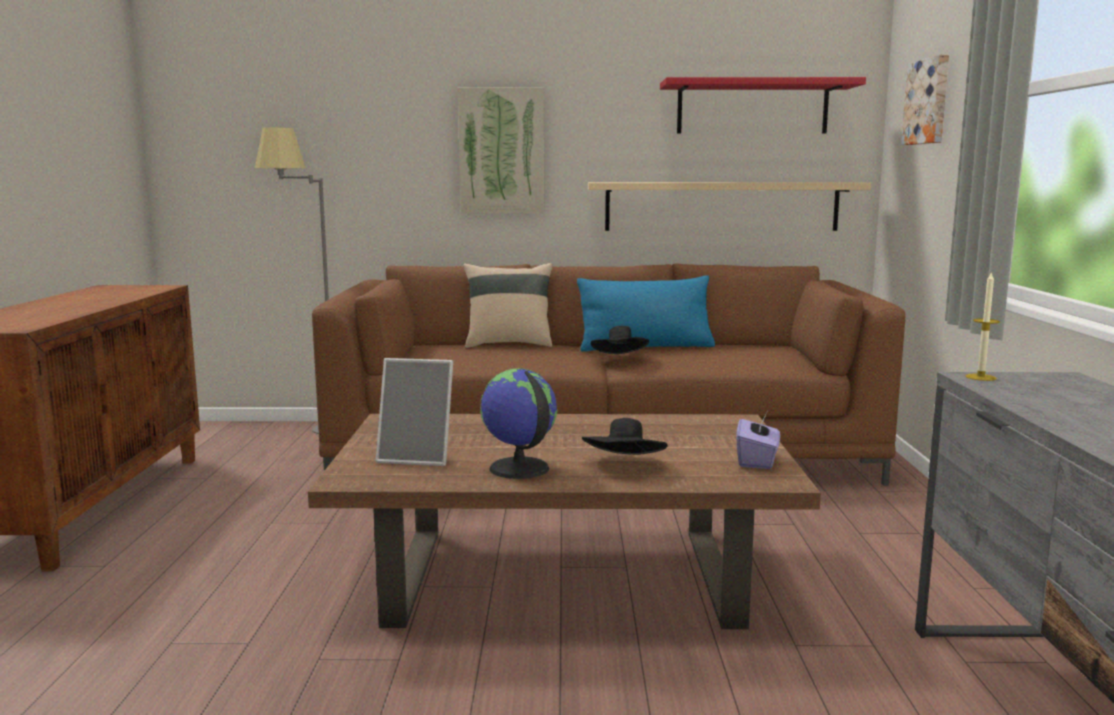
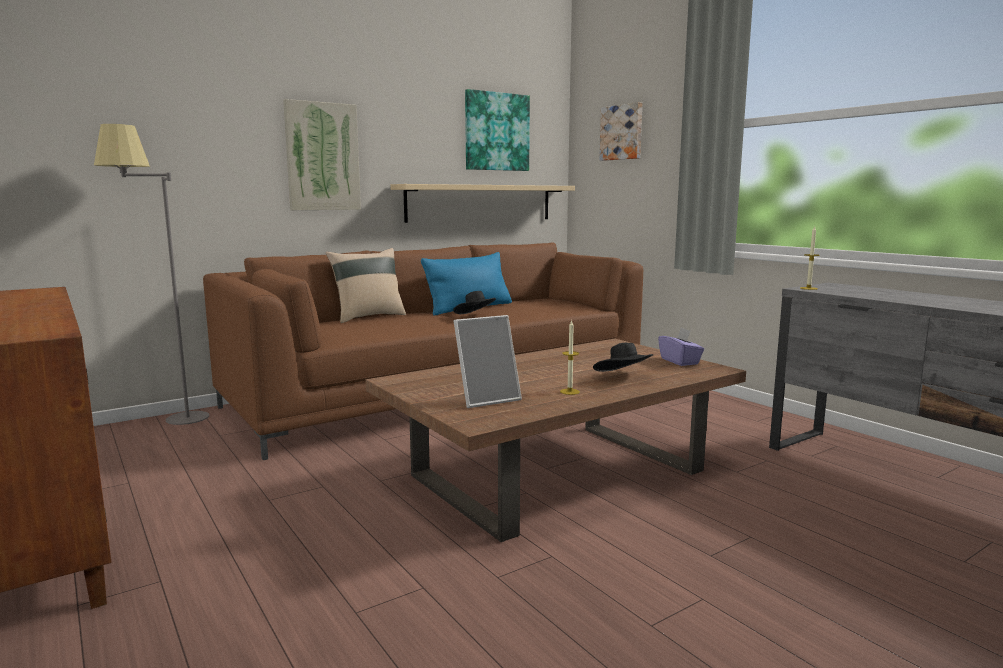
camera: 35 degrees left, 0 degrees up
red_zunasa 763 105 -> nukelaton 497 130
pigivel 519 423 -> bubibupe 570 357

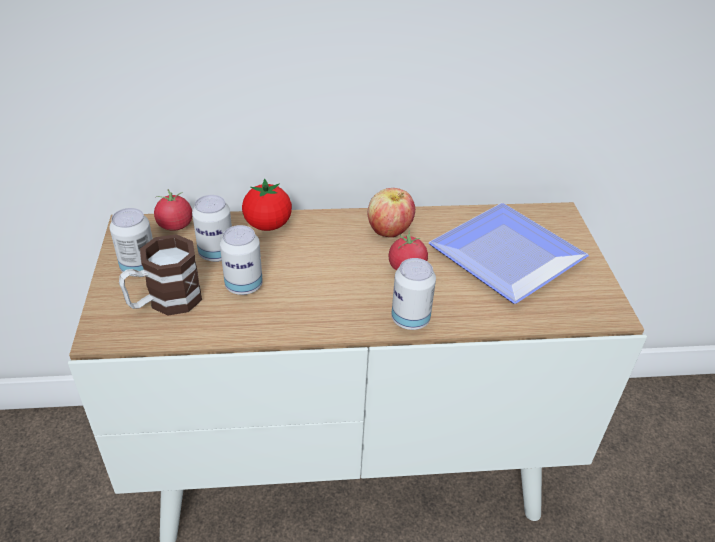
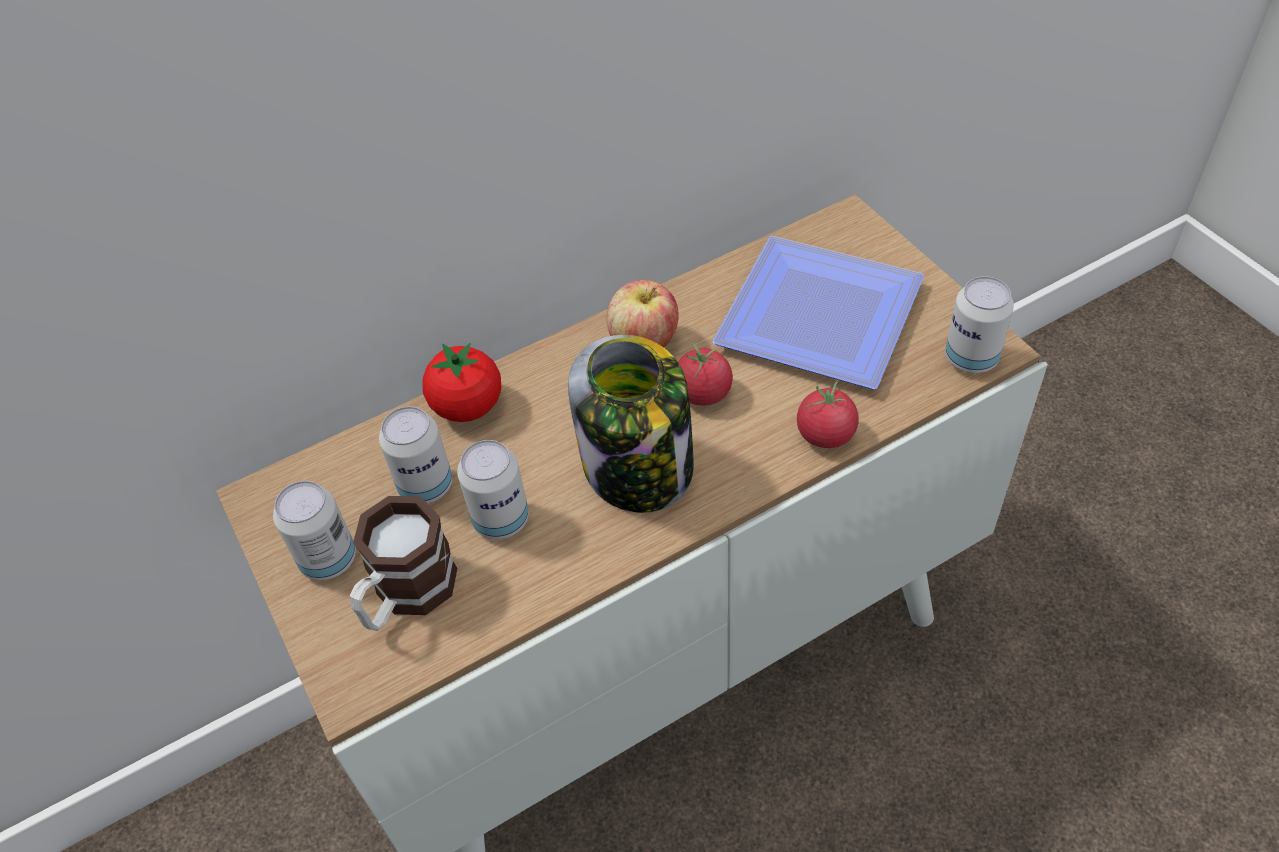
camera: 20 degrees left, 10 degrees up
none -> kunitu 631 424
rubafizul 173 210 -> rubafizul 827 415, shifted
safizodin 413 294 -> safizodin 979 324, shifted

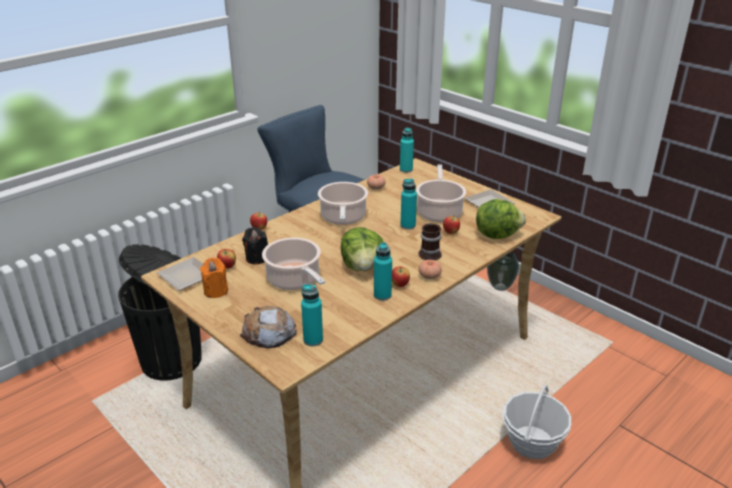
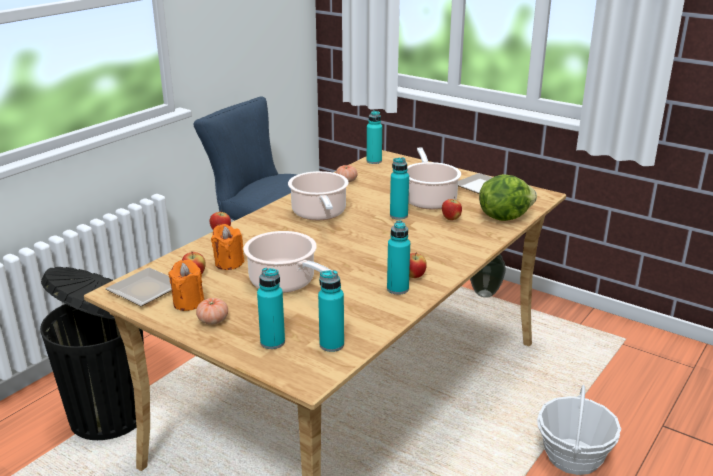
camera: 10 degrees left, 5 degrees down
rubafizul 430 269 -> rubafizul 212 311, shifted
black_bubibupe 255 245 -> orange_bubibupe 227 247
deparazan 268 327 -> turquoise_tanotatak 271 308
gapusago 362 249 -> none
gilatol 430 241 -> none

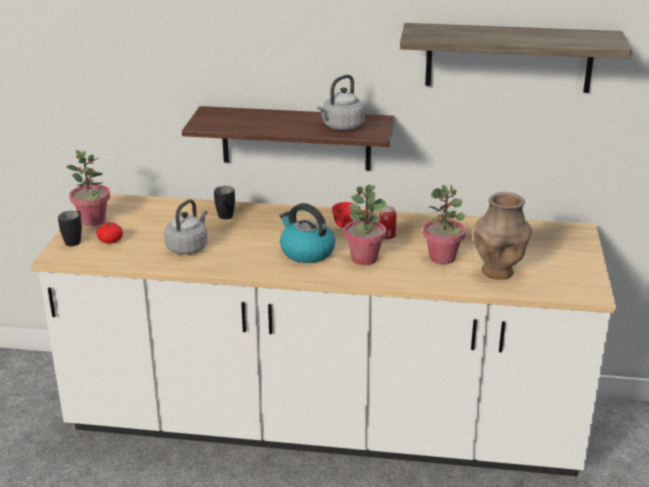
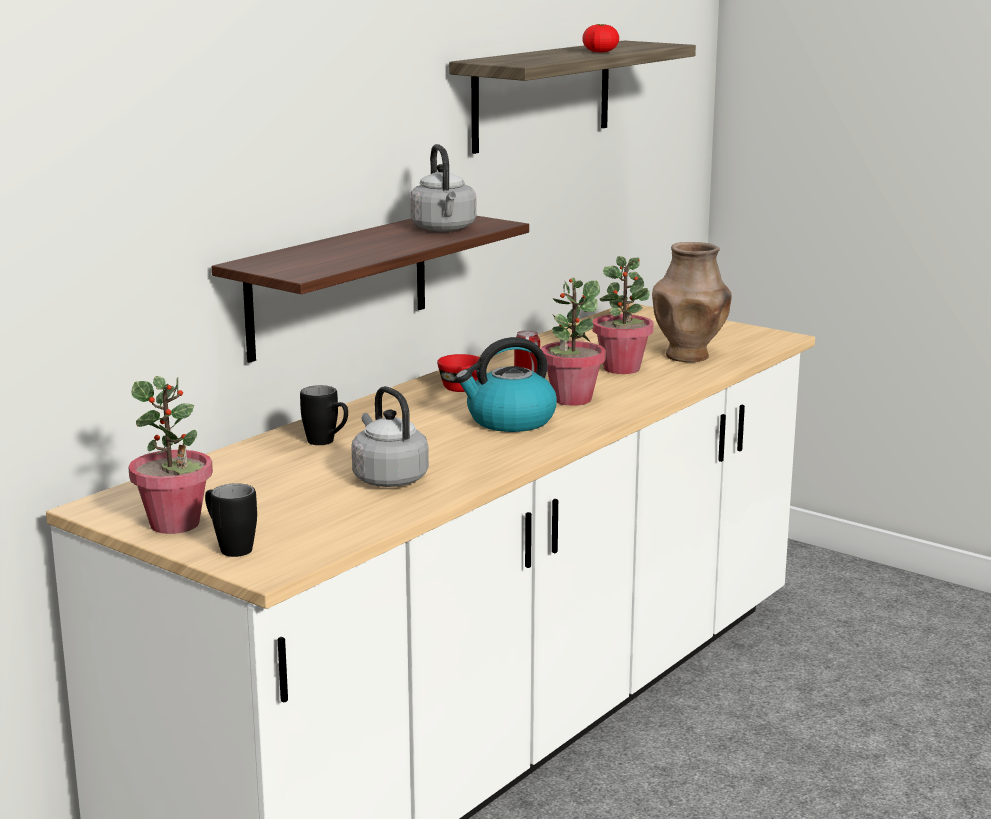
camera: 60 degrees left, 10 degrees down
rubafizul 110 233 -> rubafizul 600 38, shifted

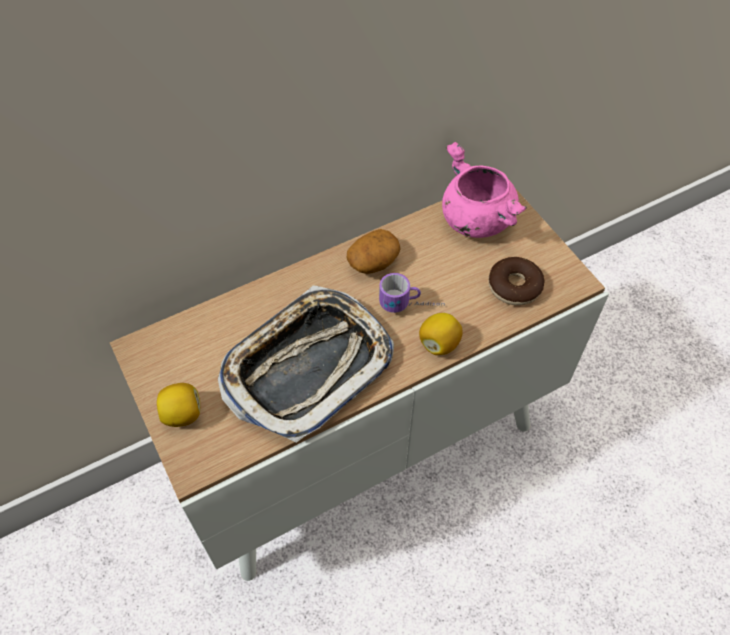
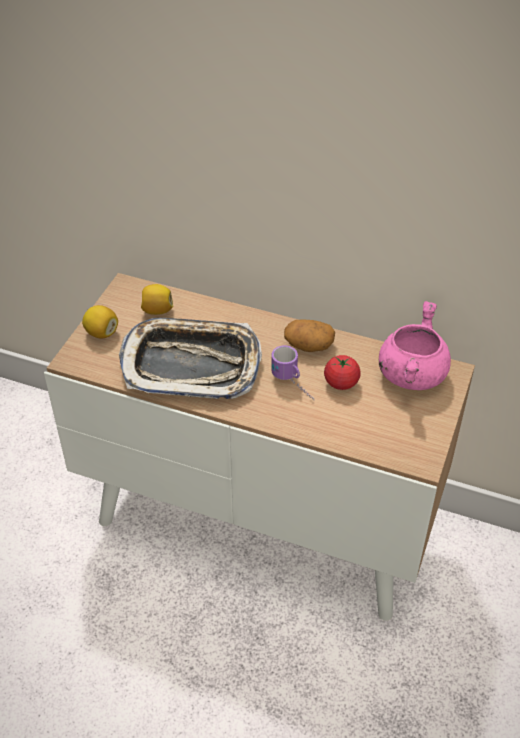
camera: 50 degrees right, 10 degrees down
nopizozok 441 334 -> nopizozok 157 299, shifted
none -> rubafizul 342 372
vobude 516 281 -> none

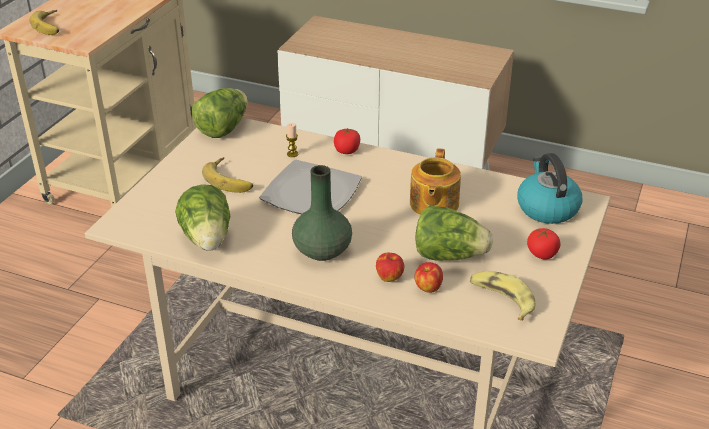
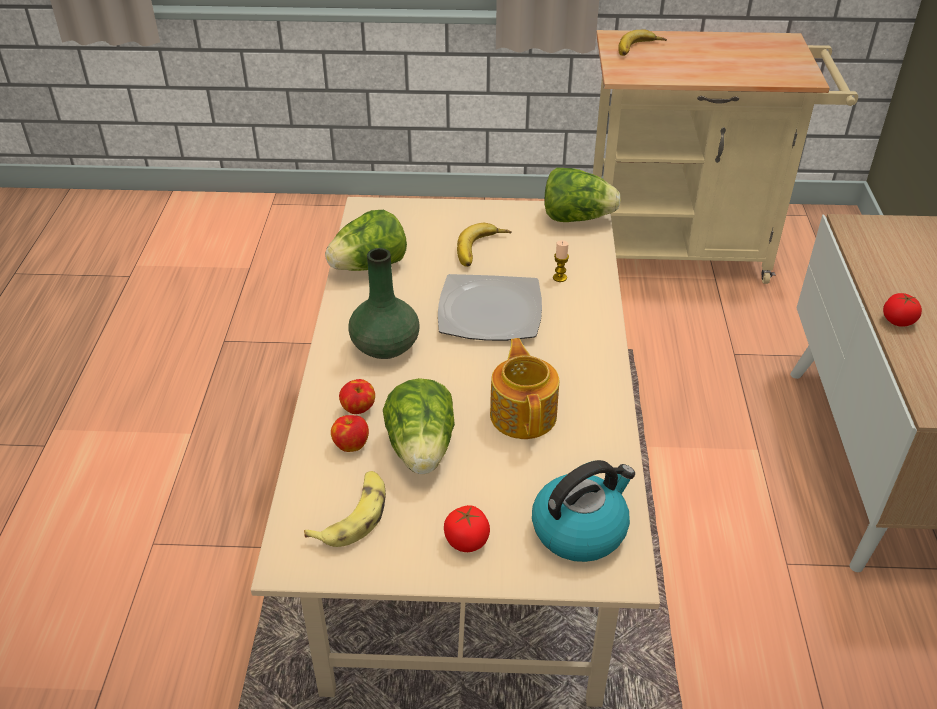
camera: 70 degrees right, 5 degrees up
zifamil 435 181 -> zifamil 524 388, 90 degrees clockwise
rubafizul 347 141 -> rubafizul 902 310, shifted

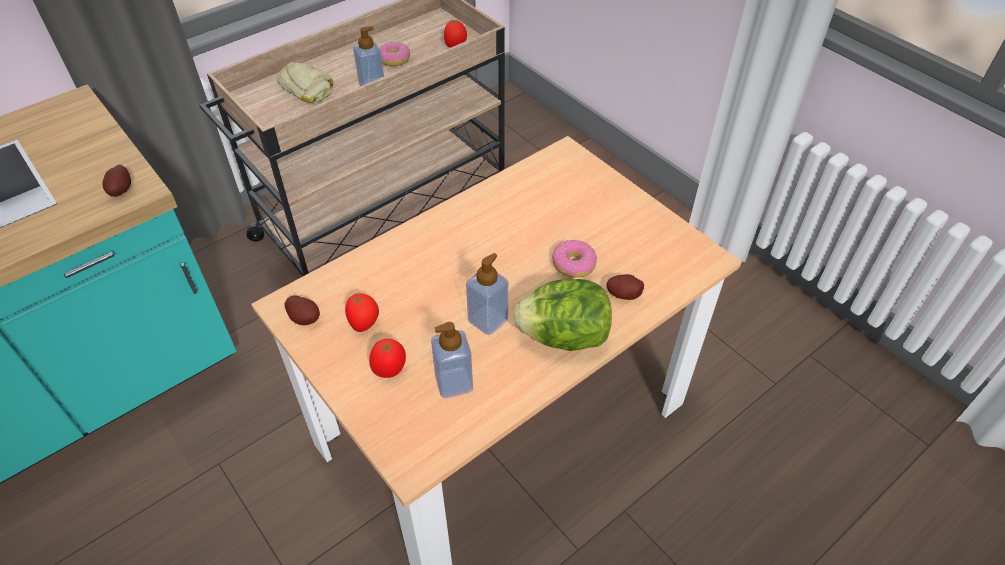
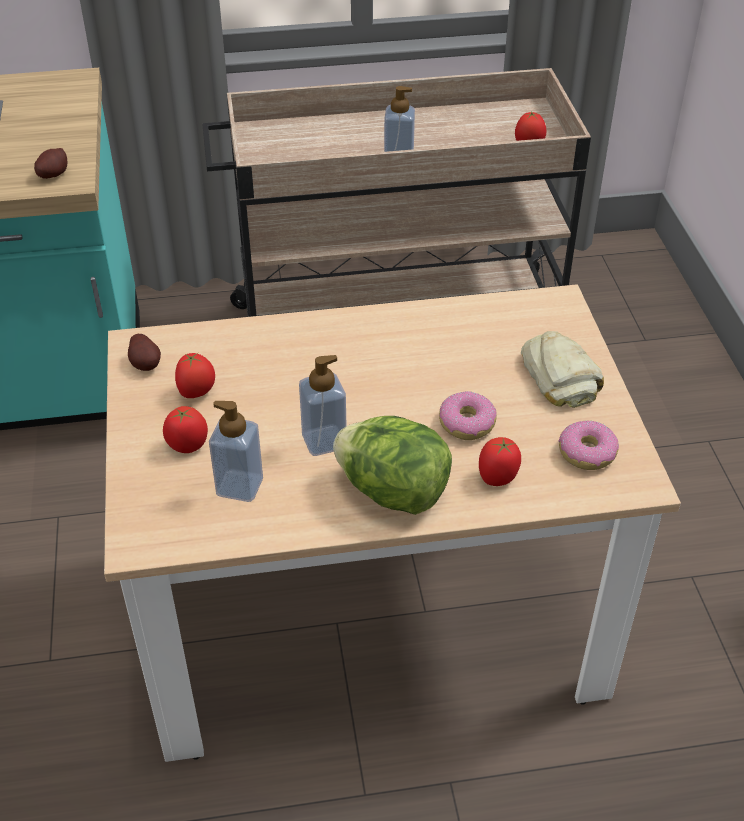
camera: 30 degrees right, 5 degrees down
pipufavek 625 287 -> rubafizul 500 461
deparazan 305 82 -> deparazan 562 369, shifted
vobude 394 54 -> vobude 588 445, shifted

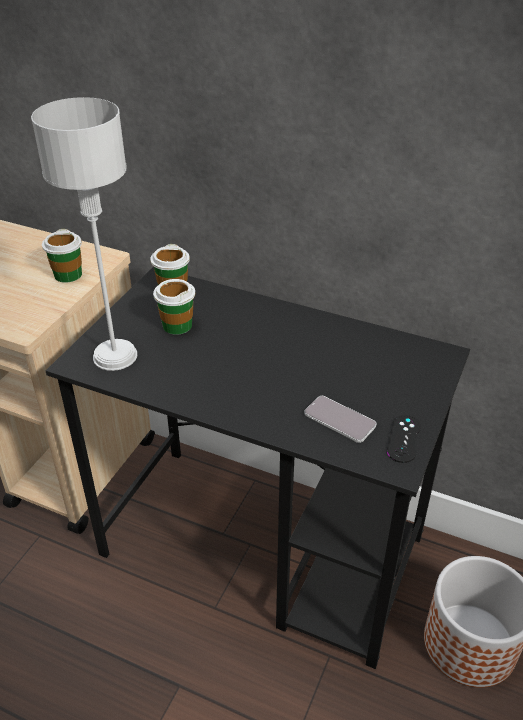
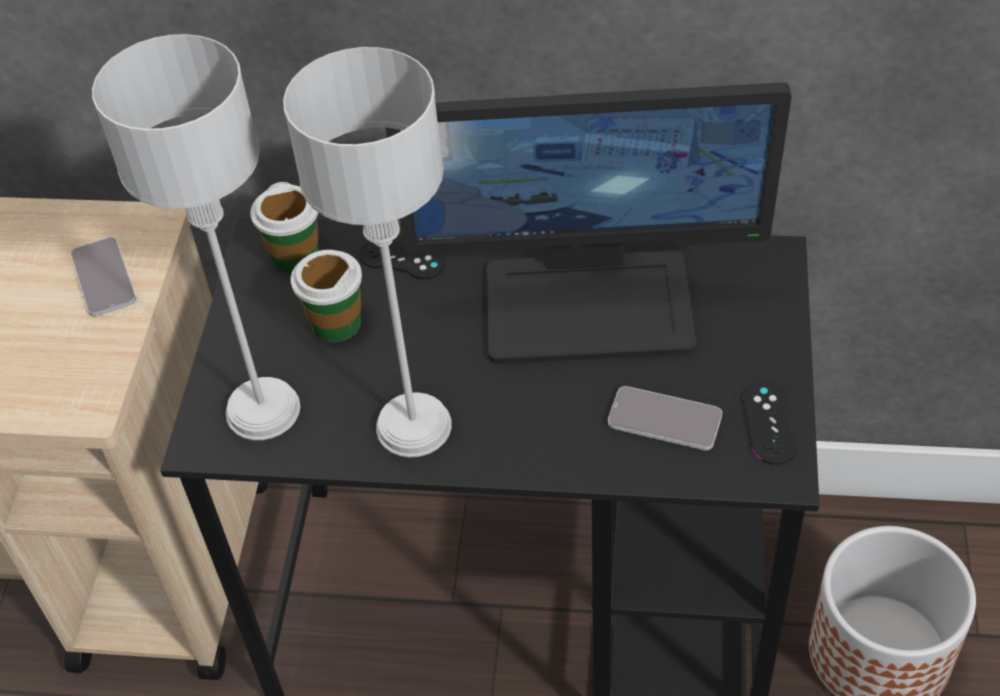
camera: 15 degrees left, 10 degrees up
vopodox 62 256 -> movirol 103 277
none -> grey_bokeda 367 252
none -> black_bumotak 402 260
none -> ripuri 588 223

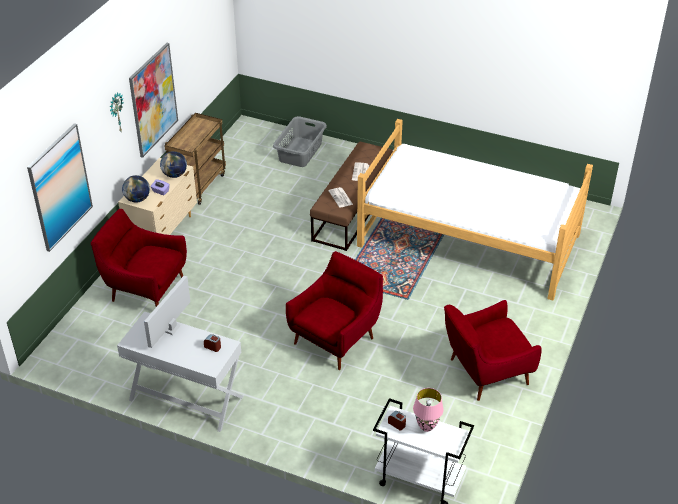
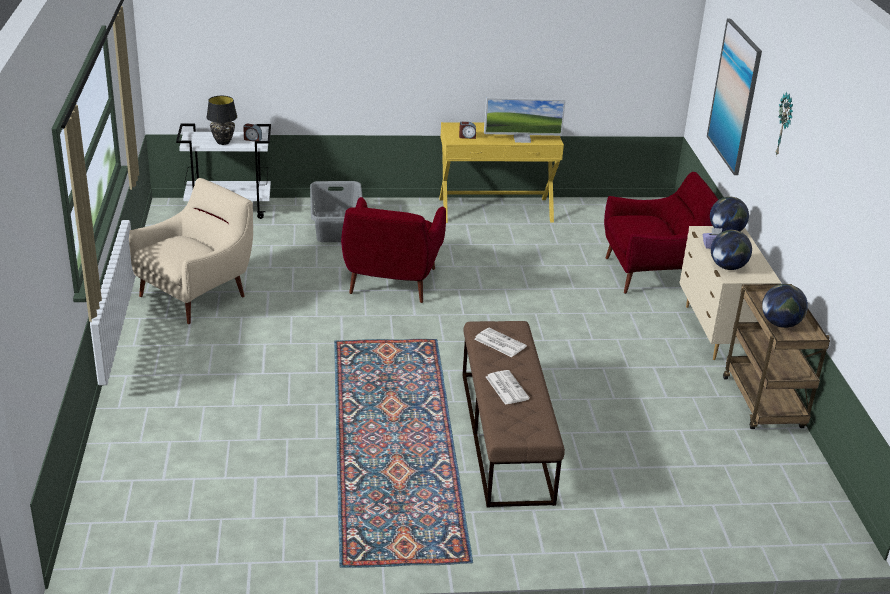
camera: 150 degrees right, 10 degrees down
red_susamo 493 350 -> beige_susamo 191 251
pink_bokeda 428 410 -> black_bokeda 221 120
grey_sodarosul 300 141 -> grey_sodarosul 336 211, shifted
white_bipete 180 371 -> yellow_bipete 501 172
ripuri 167 312 -> ripuri 525 120, 90 degrees clockwise
none -> pigivel 785 306
nukelaton 153 100 -> none
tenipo 475 210 -> none

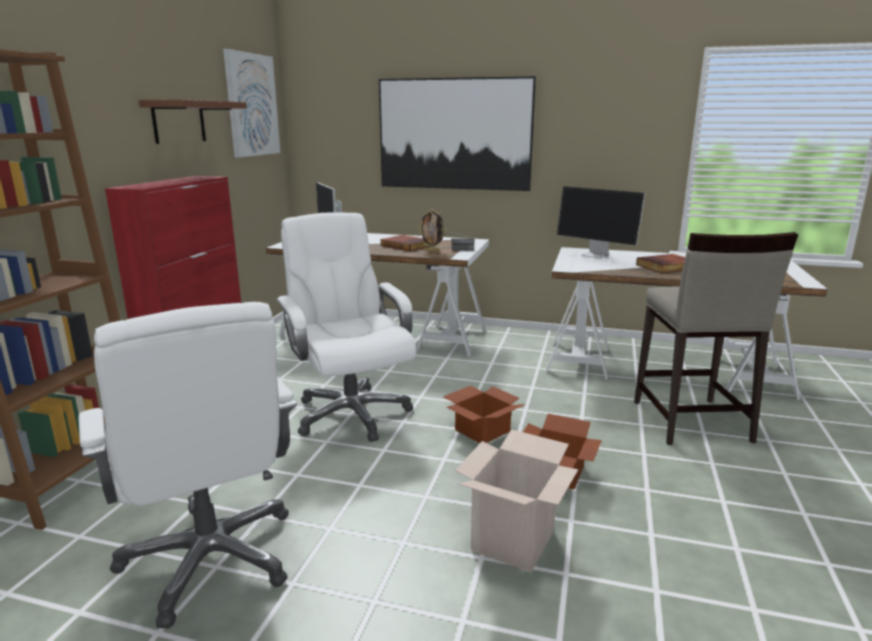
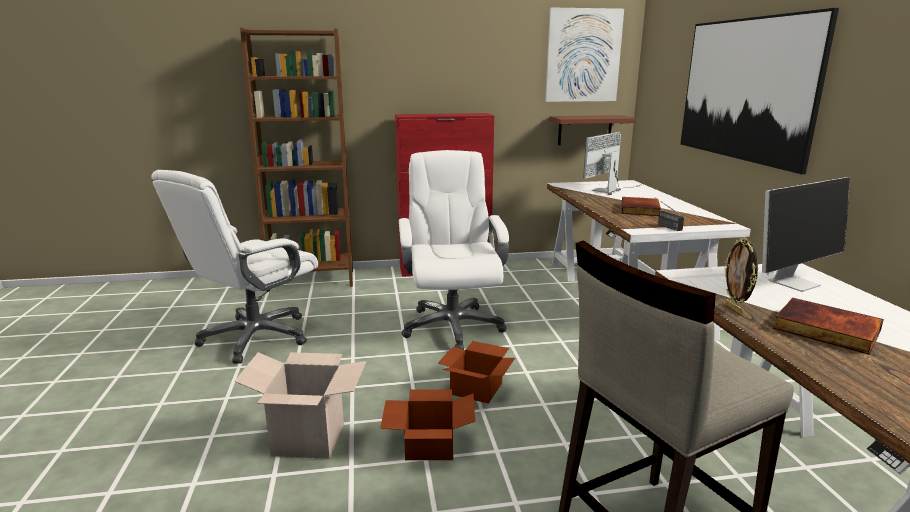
camera: 65 degrees right, 0 degrees up
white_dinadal 346 327 -> white_dinadal 454 250, 45 degrees counterclockwise
brown_zunasa 192 121 -> brown_zunasa 593 130, shifted
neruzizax 432 230 -> neruzizax 741 276, shifted
ripuri 601 222 -> ripuri 806 234, 135 degrees counterclockwise

